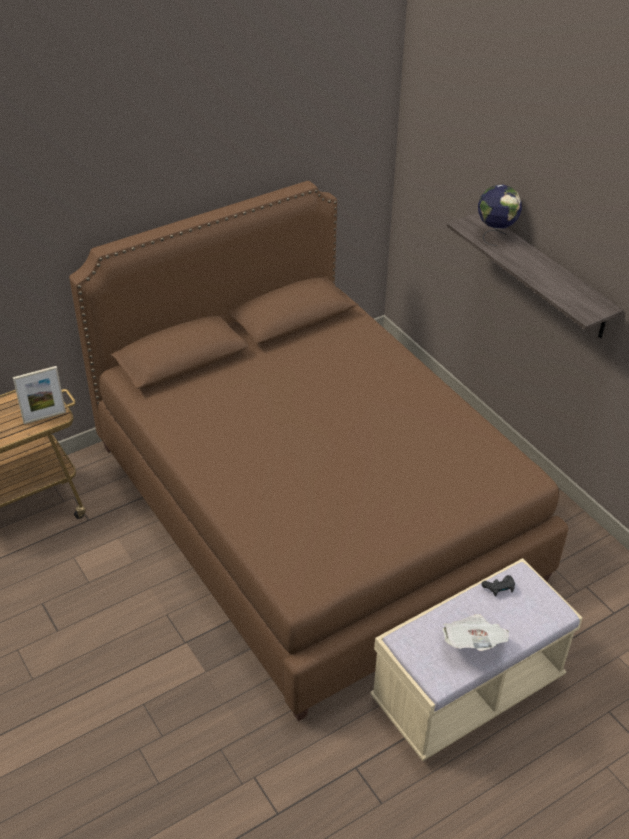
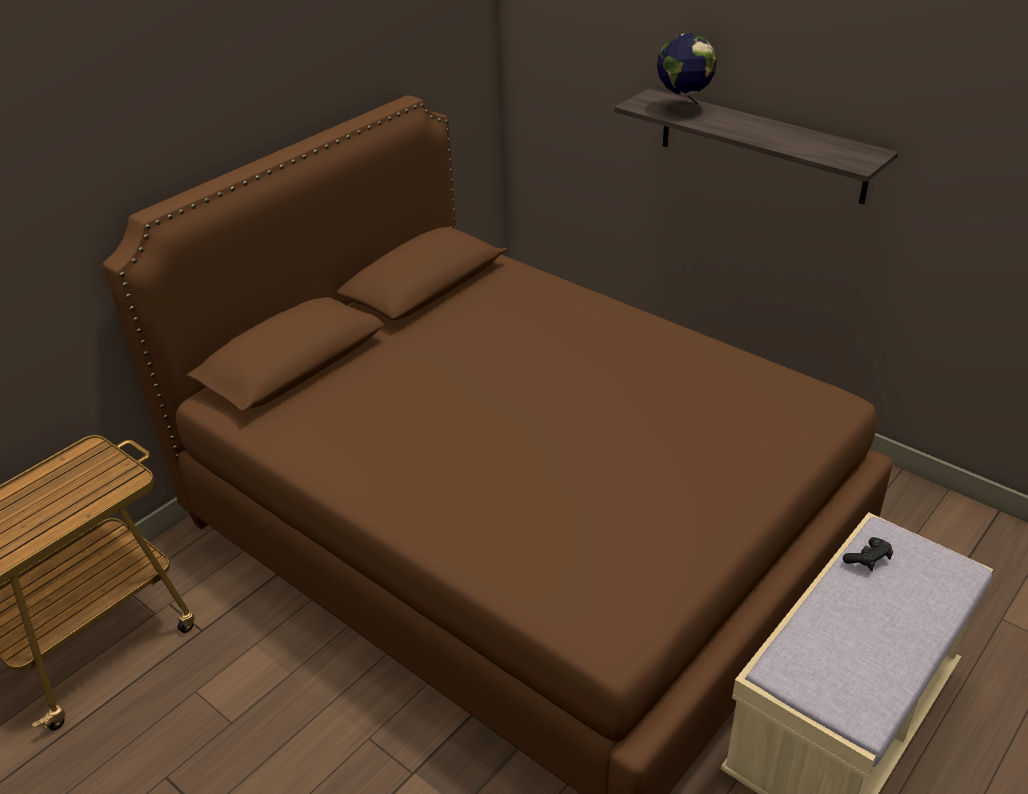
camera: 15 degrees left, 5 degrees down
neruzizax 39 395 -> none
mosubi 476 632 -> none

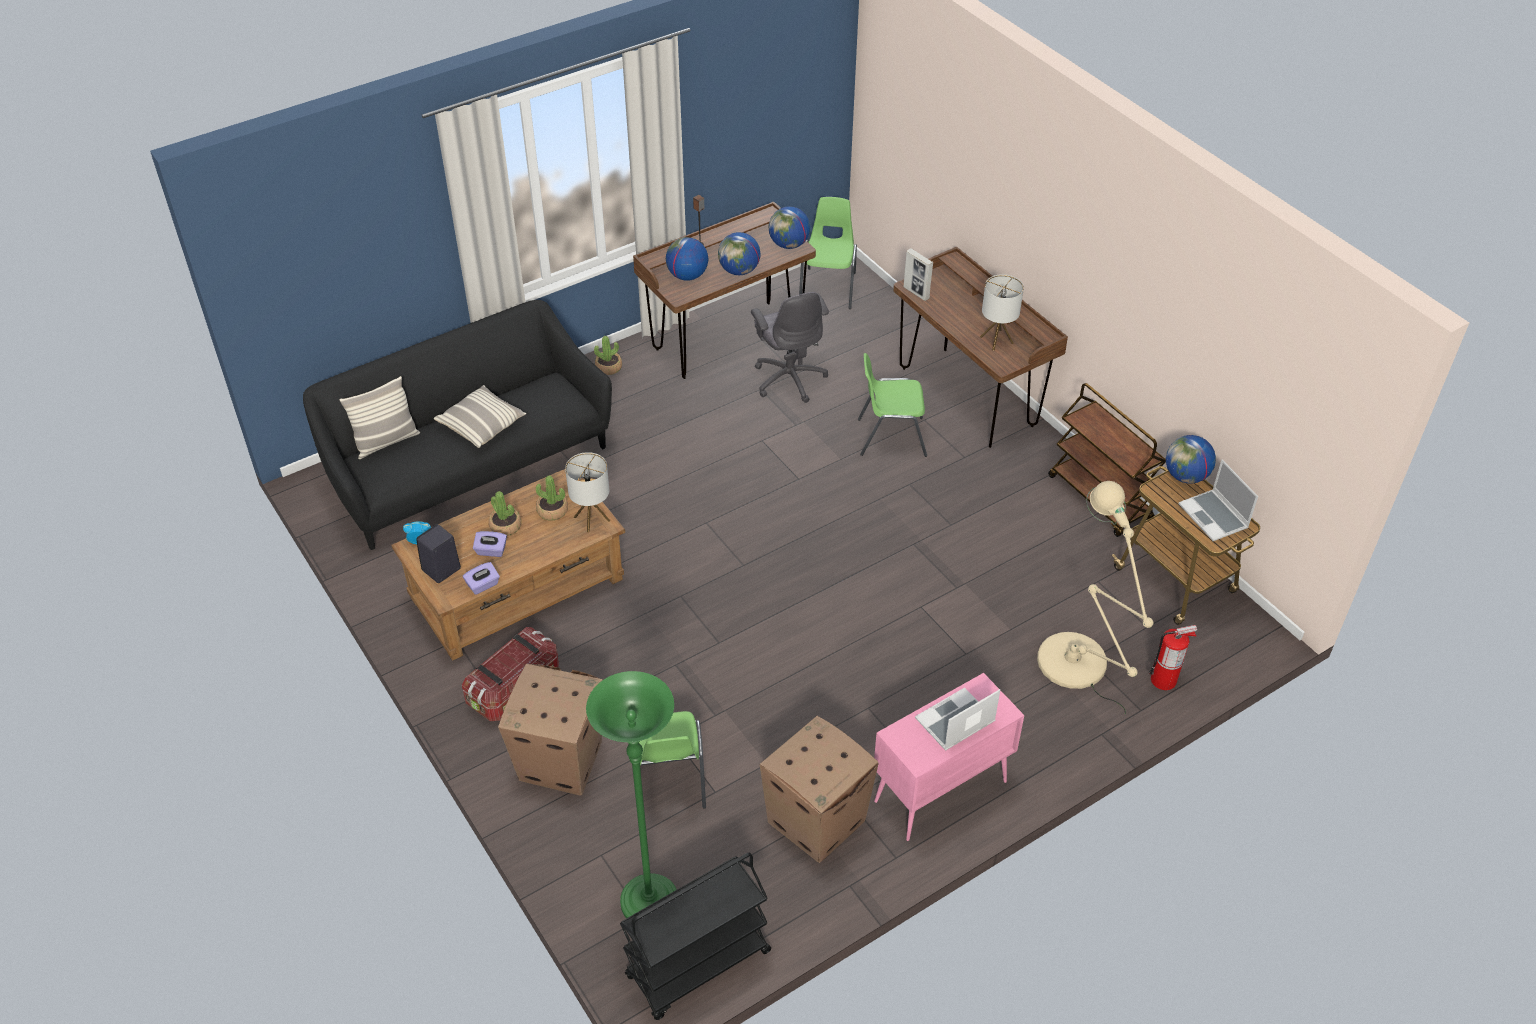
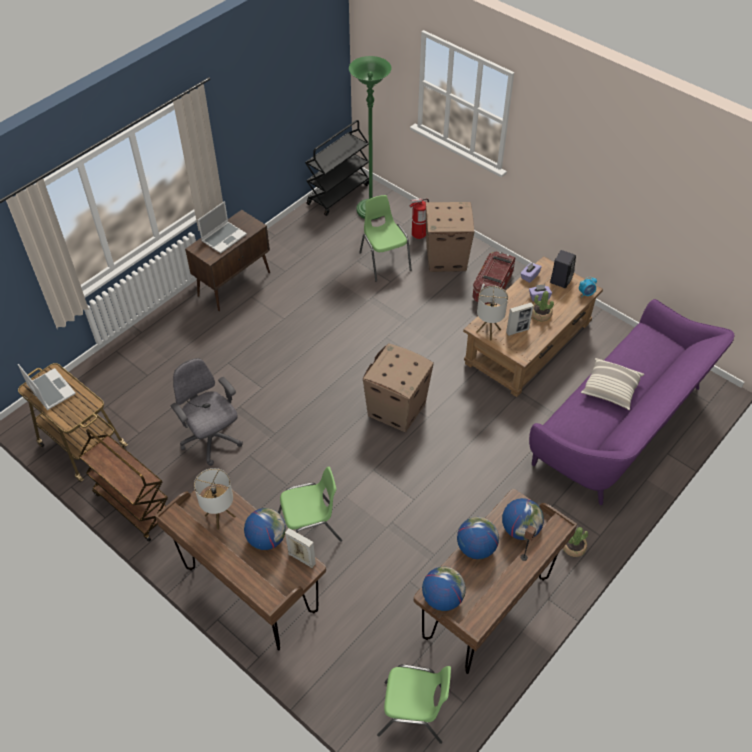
camera: 165 degrees right, 5 degrees up
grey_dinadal 790 347 -> grey_dinadal 207 412, shifted
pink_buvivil 949 757 -> brown_buvivil 227 260
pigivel 1191 459 -> pigivel 265 529, shifted
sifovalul 819 789 -> sifovalul 398 388, shifted
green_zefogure 828 253 -> green_zefogure 414 704, 75 degrees counterclockwise
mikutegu 1173 657 -> mikutegu 419 218, shifted
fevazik 552 498 -> neruzizax 520 319
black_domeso 457 425 -> purple_domeso 631 402
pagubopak 379 417 -> none
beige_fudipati 1095 597 -> none

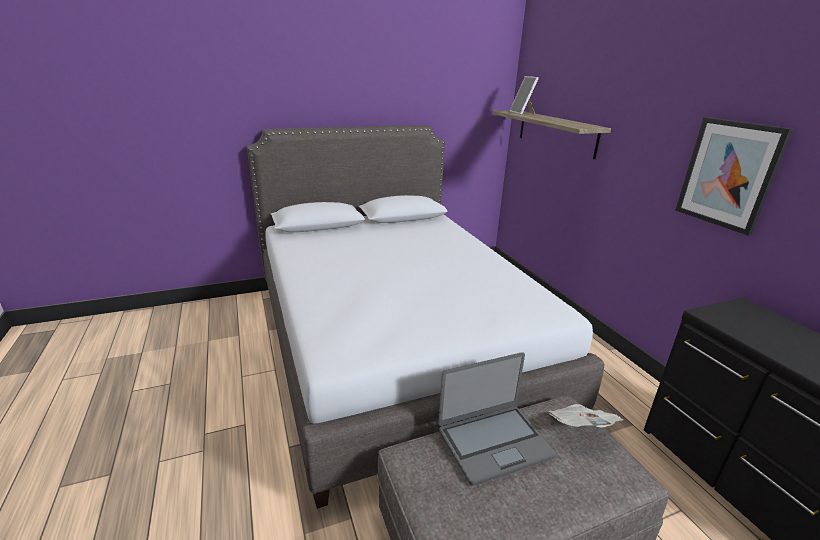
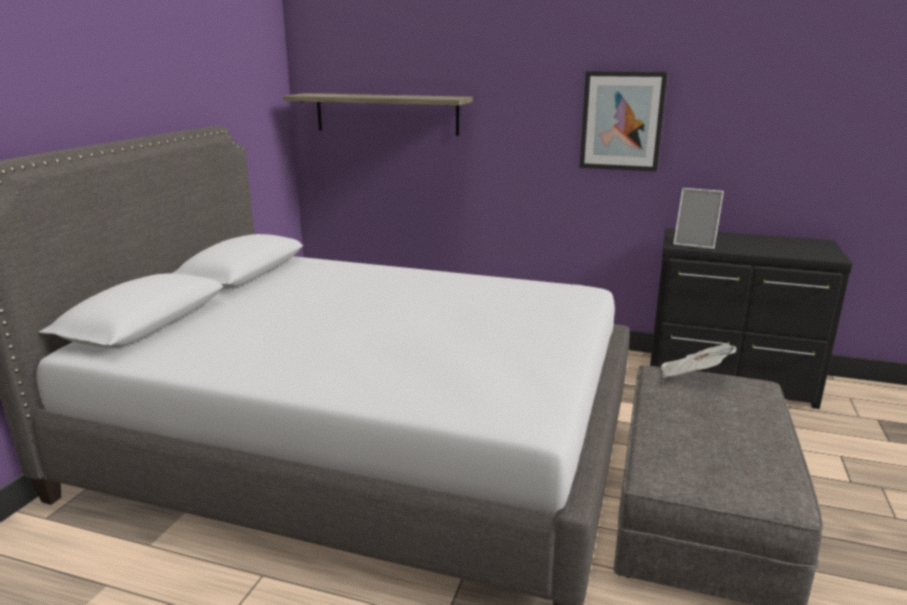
camera: 50 degrees left, 5 degrees down
neruzizax 524 95 -> neruzizax 698 218, shifted
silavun 497 418 -> none

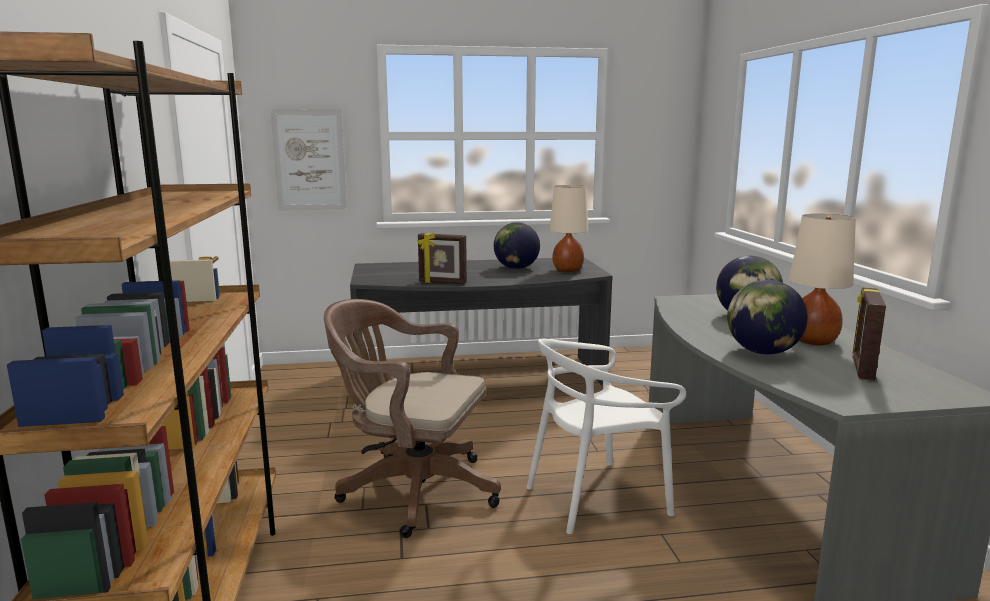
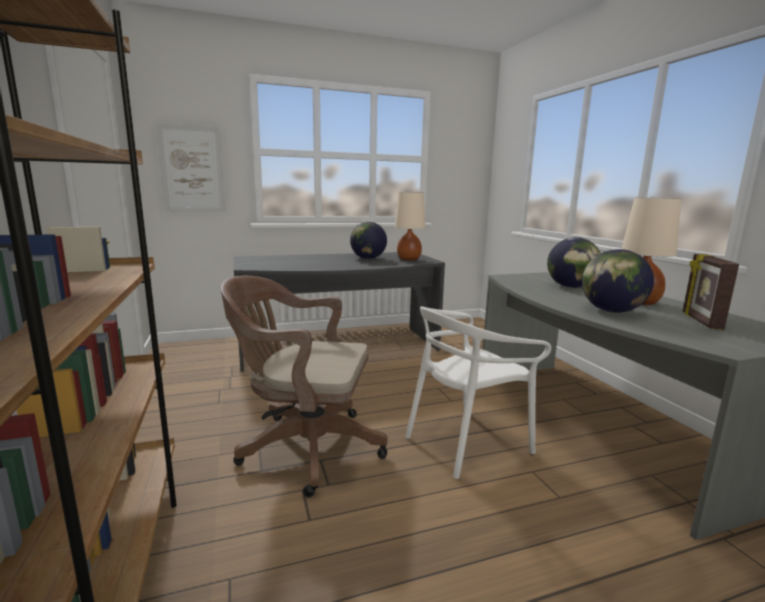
camera: 10 degrees left, 0 degrees up
neruzizax 442 259 -> none

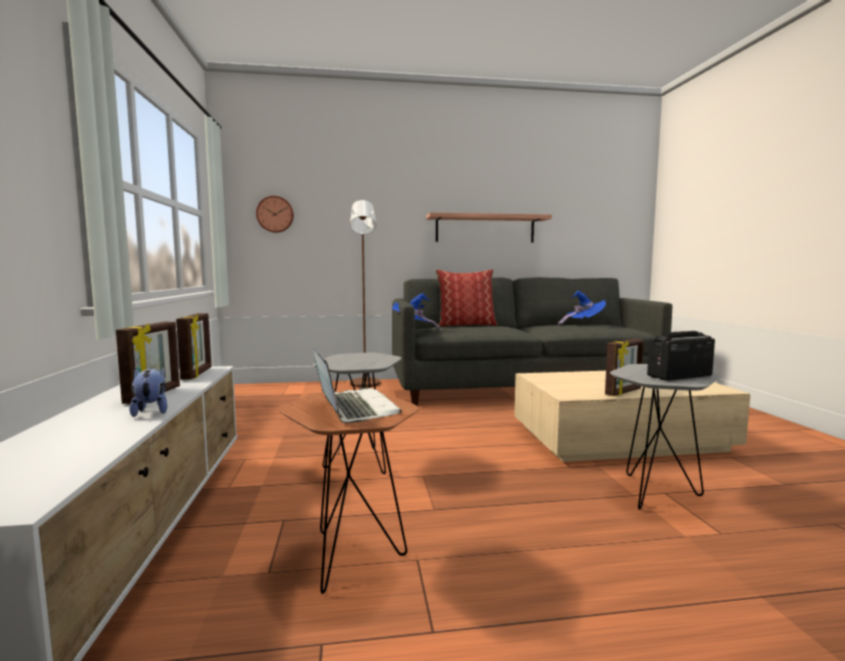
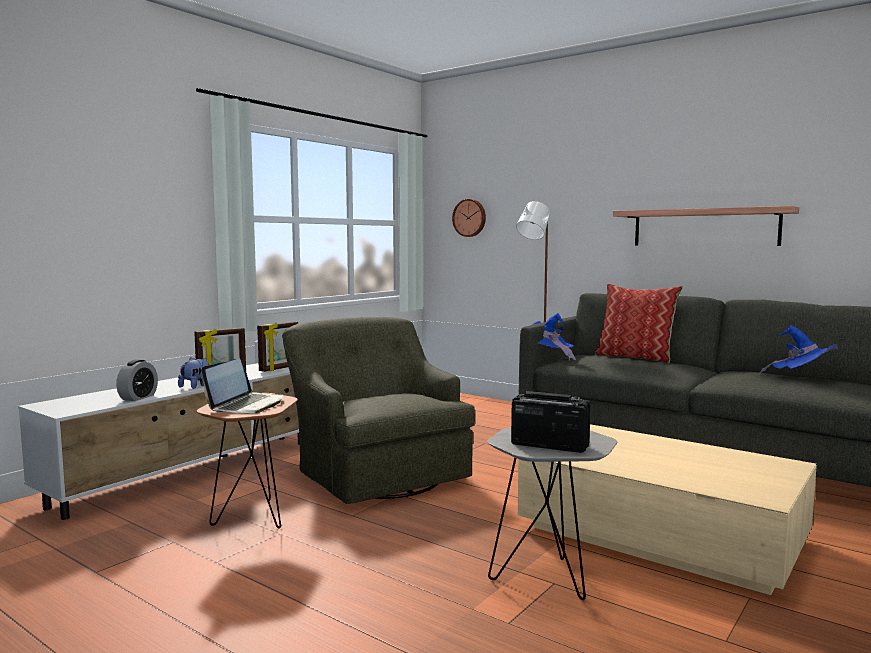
camera: 45 degrees right, 0 degrees up
none -> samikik 137 380
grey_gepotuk 357 413 -> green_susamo 378 410
neruzizax 624 367 -> none

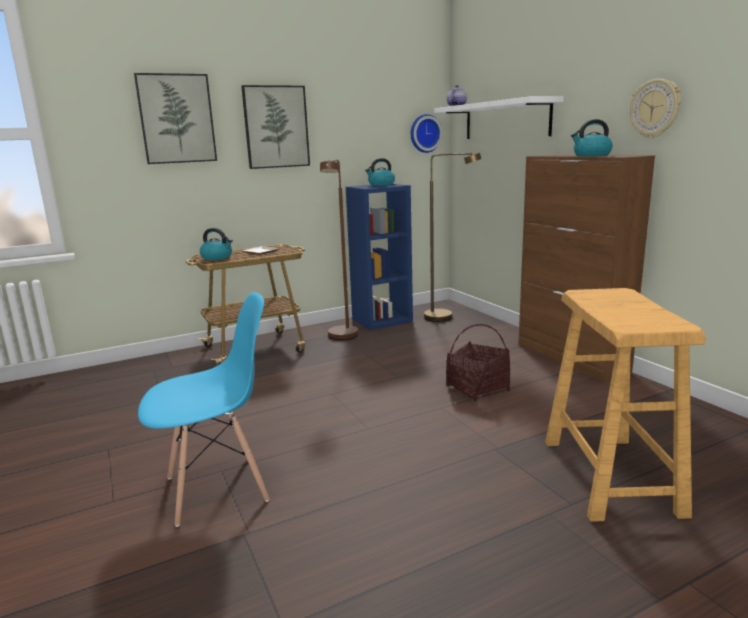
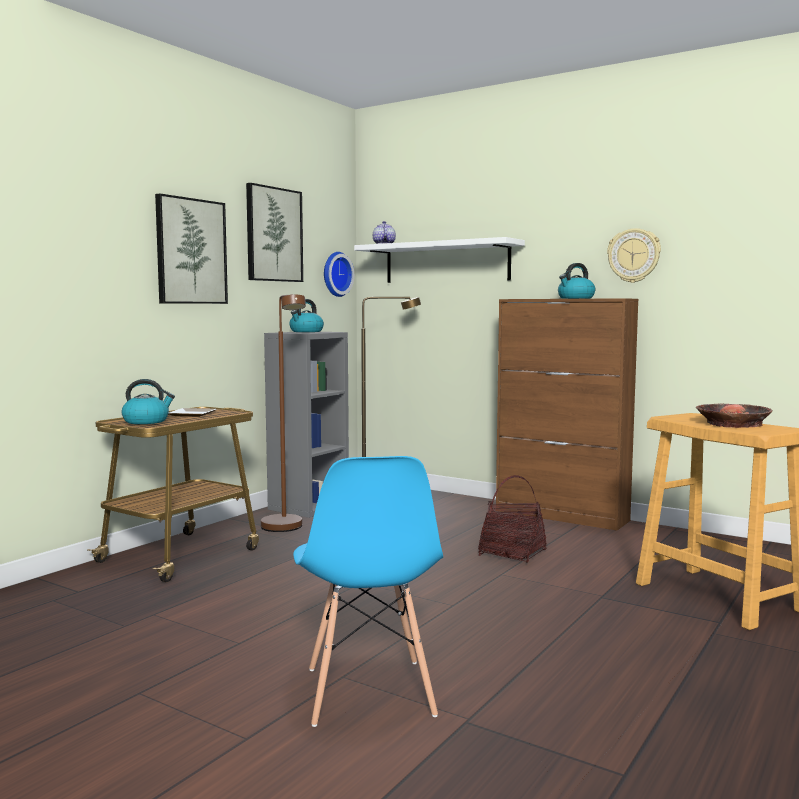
camera: 30 degrees left, 10 degrees down
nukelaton 175 118 -> nukelaton 274 232, shifted
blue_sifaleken 379 257 -> grey_sifaleken 306 425
blue_zefogure 204 409 -> blue_zefogure 368 591, 135 degrees clockwise
none -> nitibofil 734 416

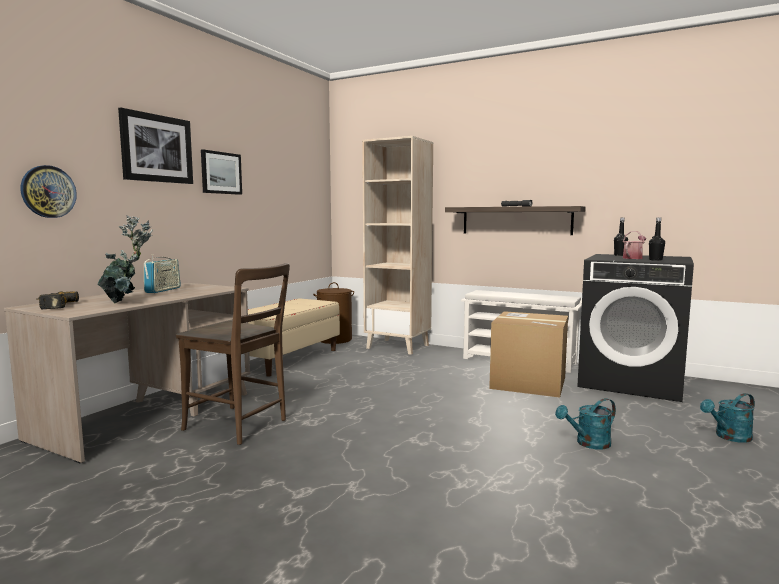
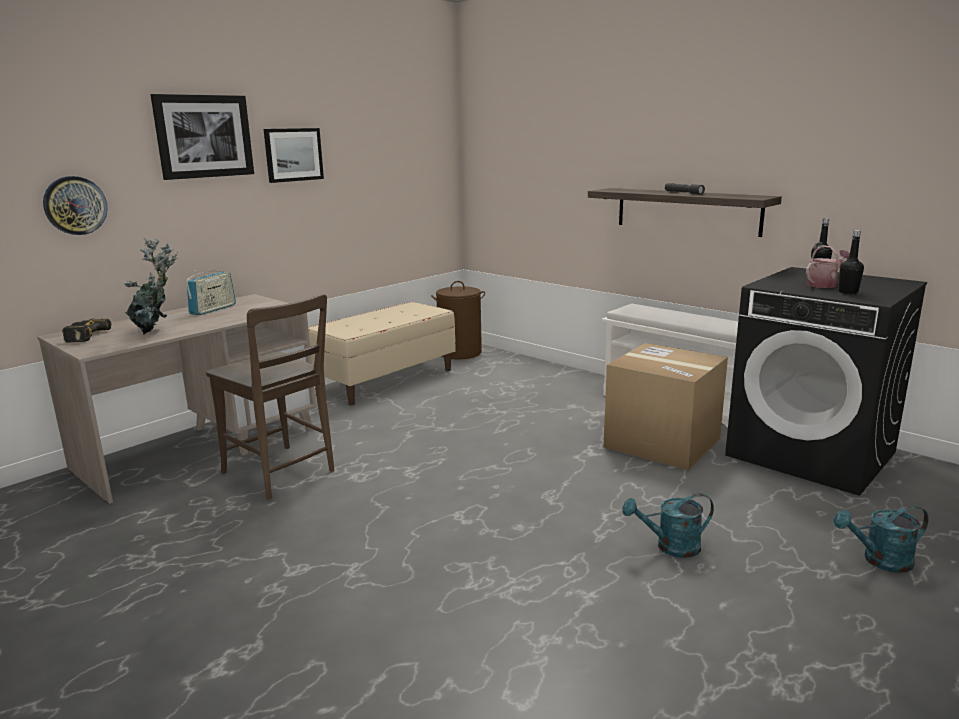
camera: 15 degrees right, 10 degrees up
beige_sifaleken 397 245 -> none

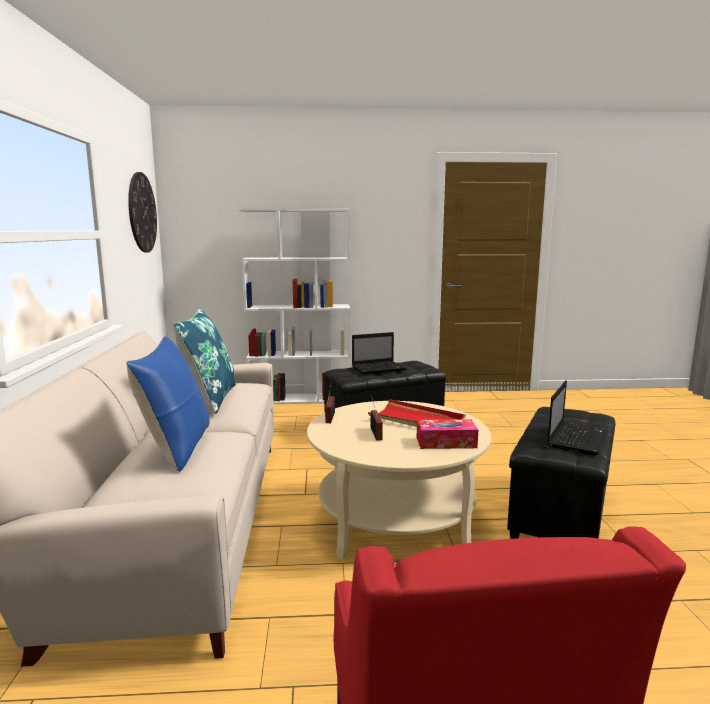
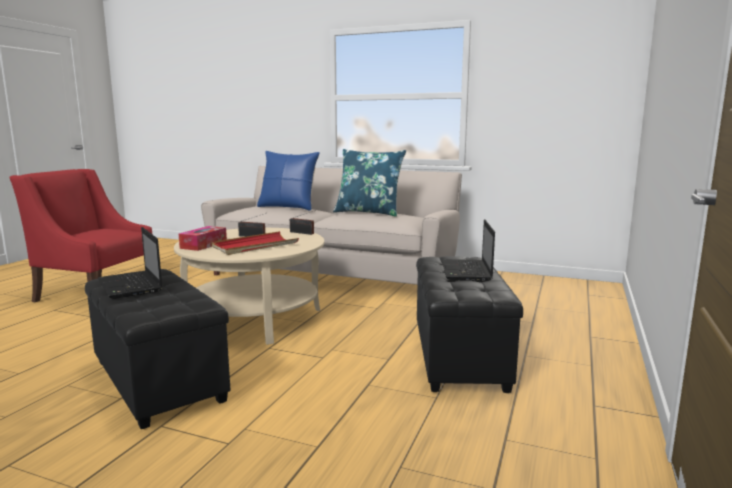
camera: 115 degrees right, 0 degrees up
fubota 142 212 -> none
white_sifaleken 294 306 -> none

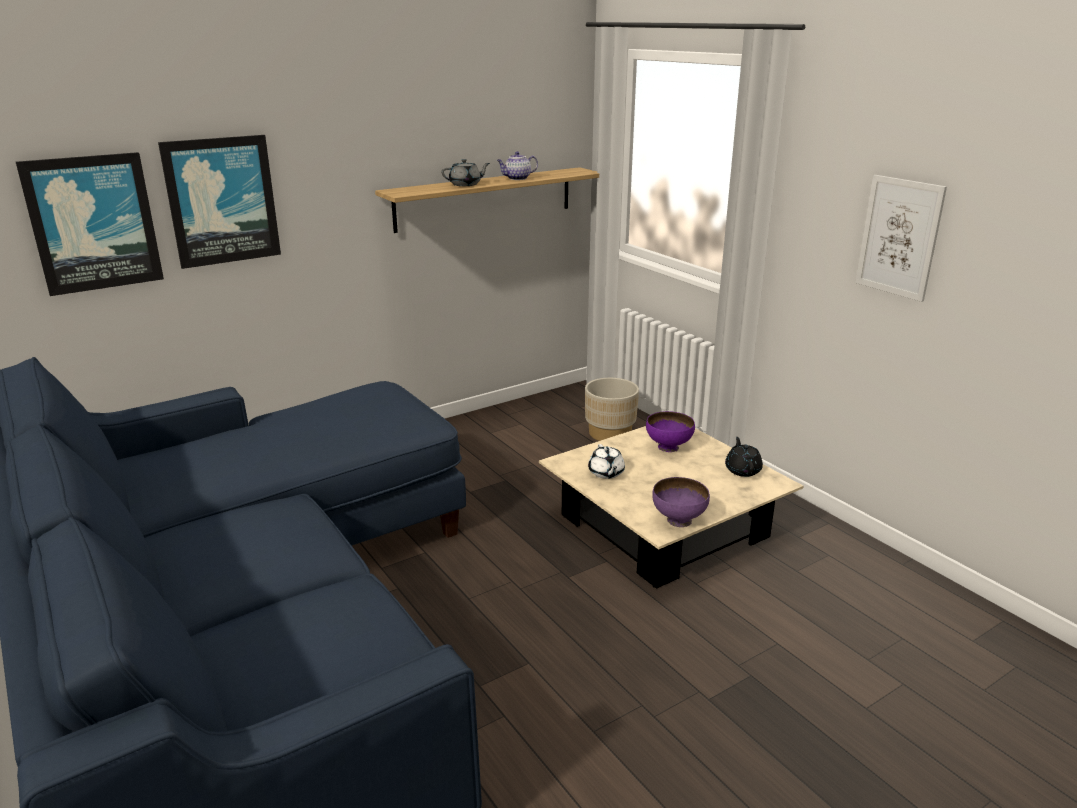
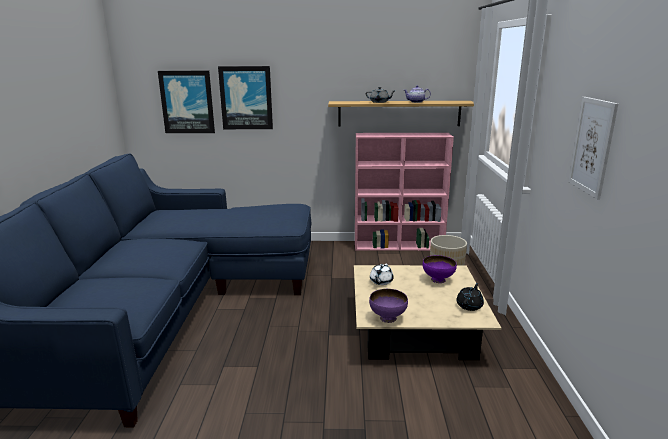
camera: 35 degrees right, 5 degrees down
none -> pink_sifaleken 404 192

